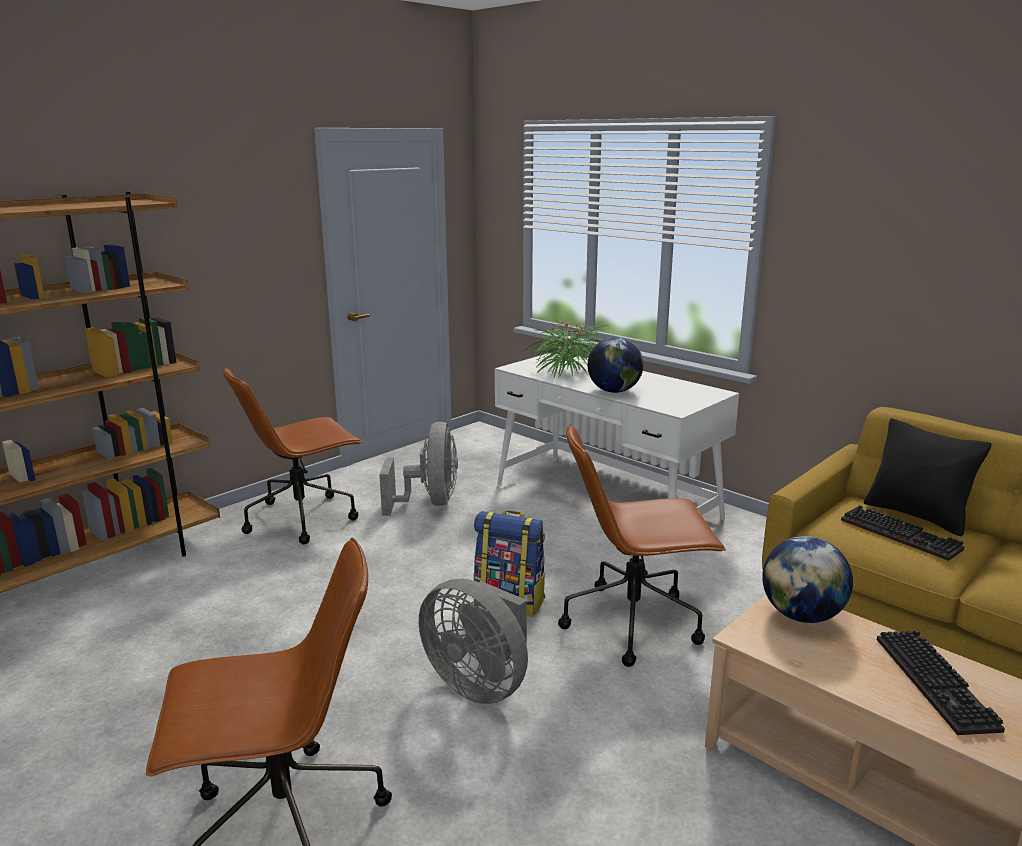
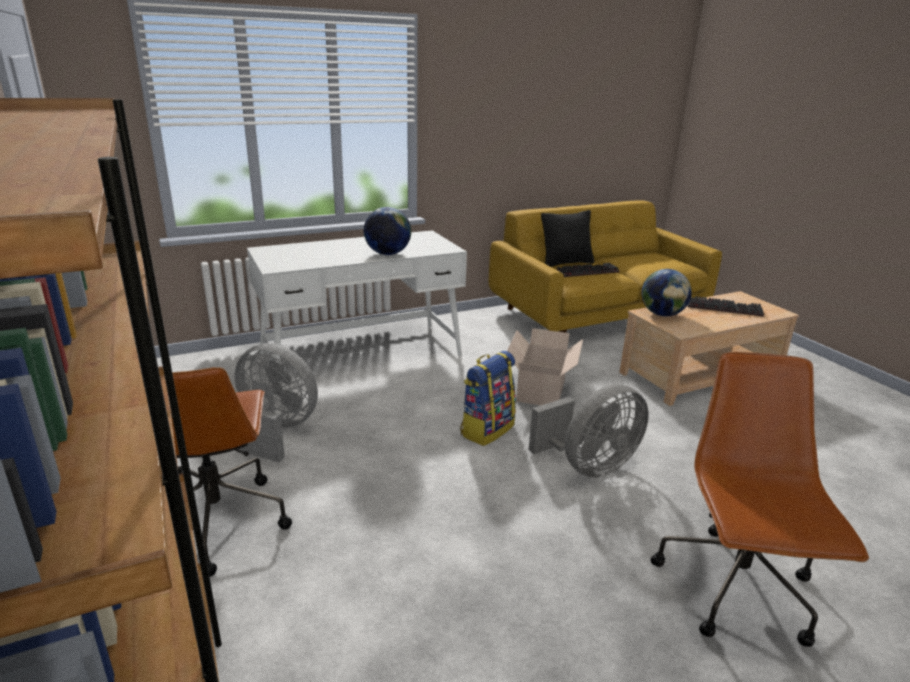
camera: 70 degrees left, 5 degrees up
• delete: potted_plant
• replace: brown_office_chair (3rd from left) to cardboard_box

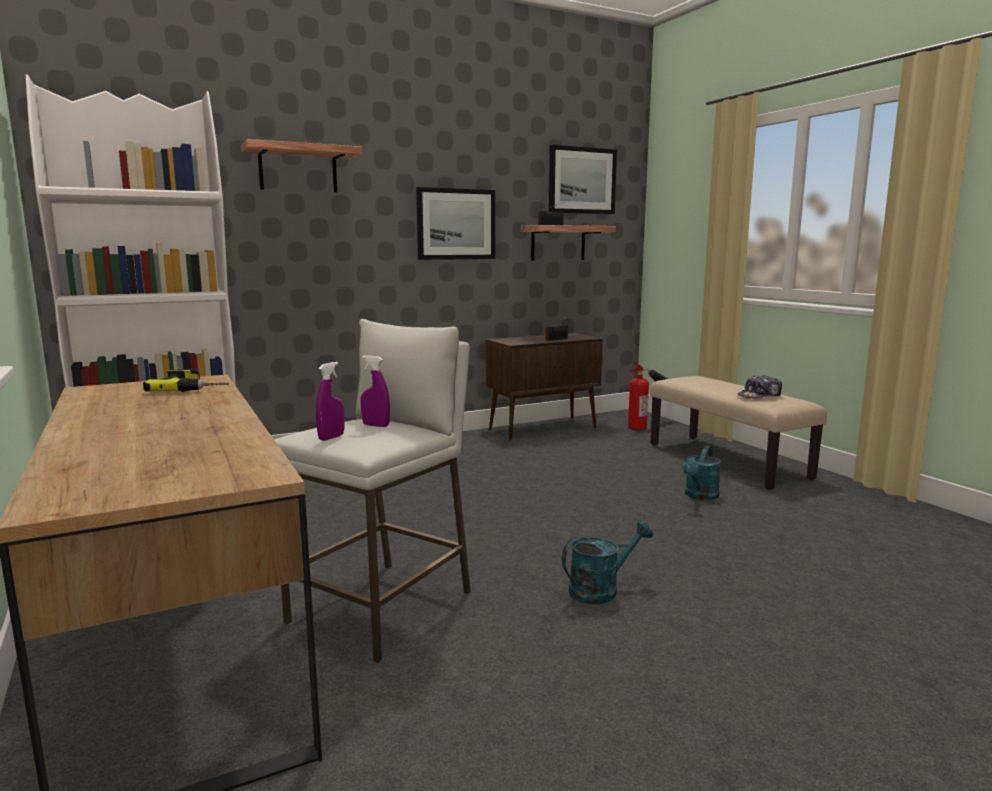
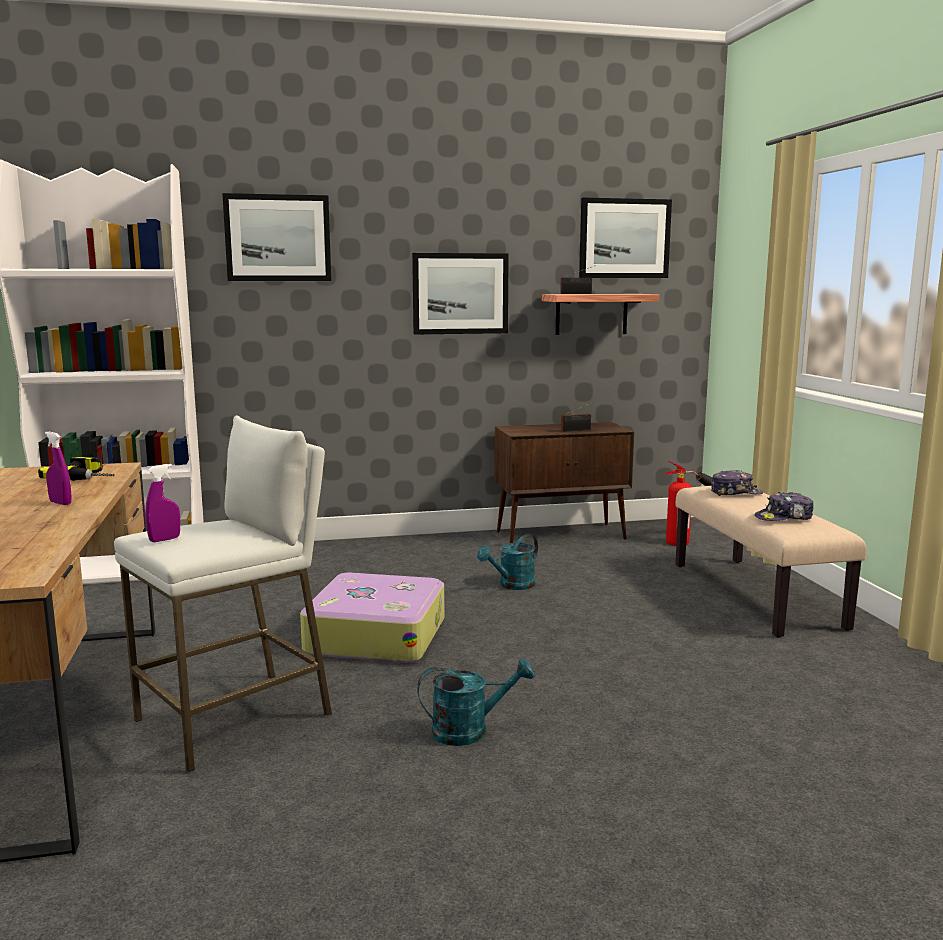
camera: 15 degrees right, 0 degrees up
• replace: shelf (1st from left) to picture (1st from left)
• move: purple_spray_bottle (2nd from left in the first image) to purple_spray_bottle (1st from left)
• move: turquoise_watering_can (2nd from left)
• insert: cap (1st from left)
• insert: suitcase

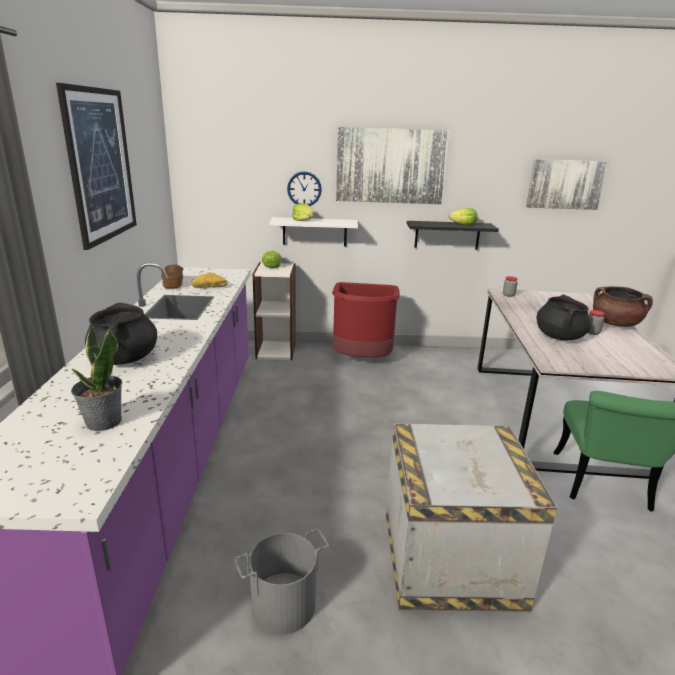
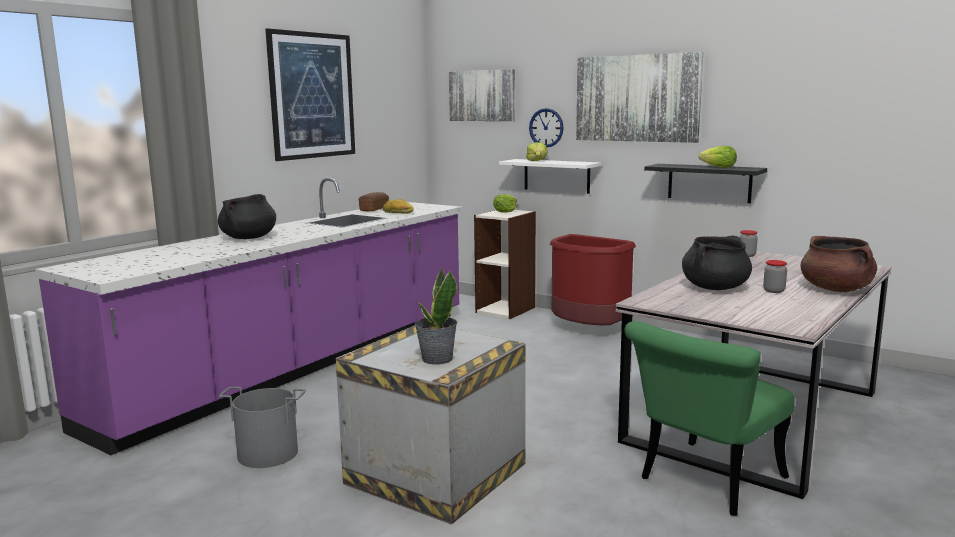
camera: 35 degrees right, 10 degrees down
• move: picture (3rd from left in the first image) to picture (2nd from left)
• move: potted_plant

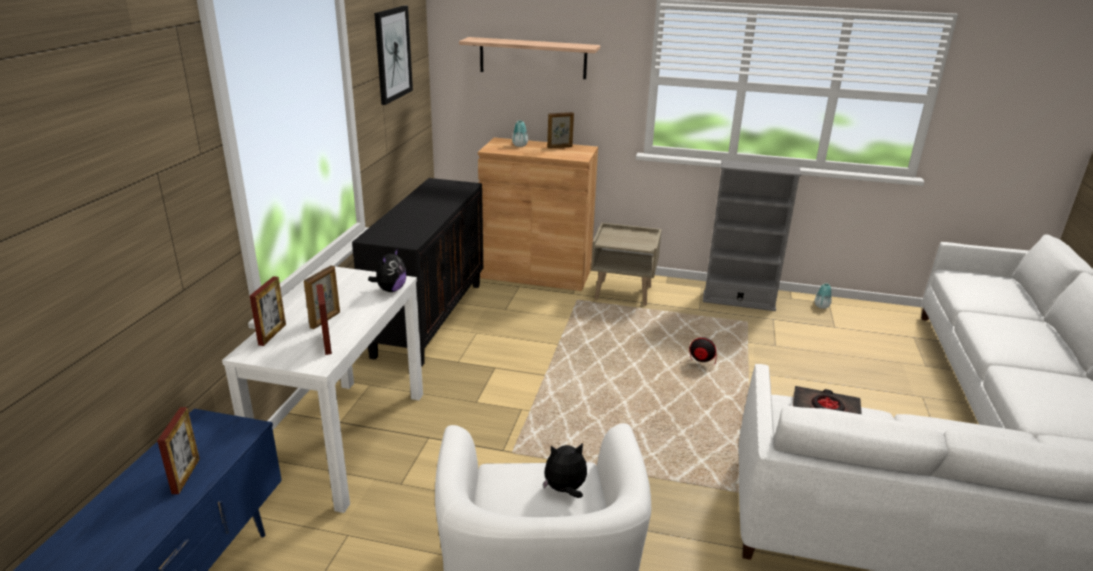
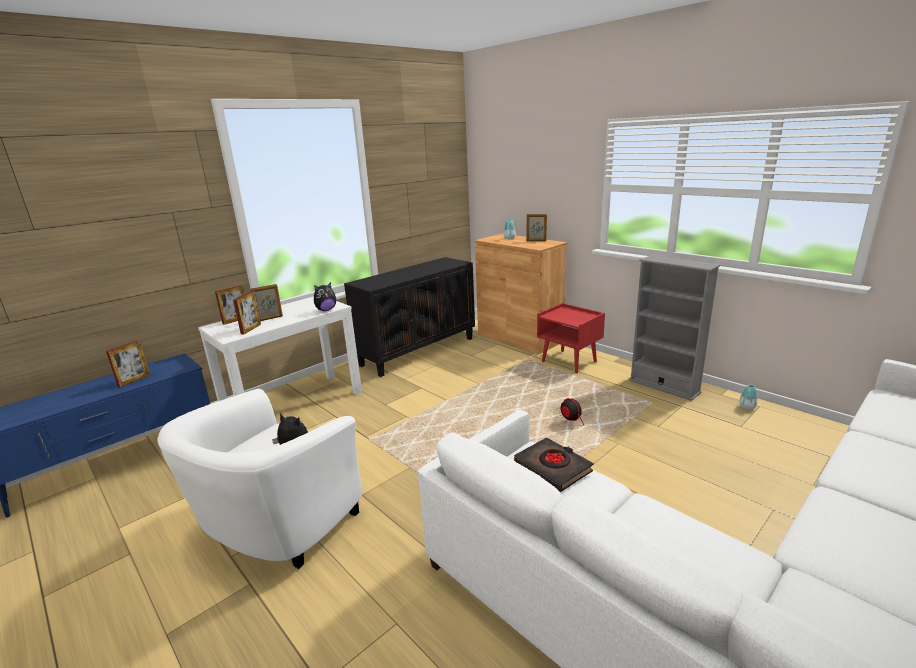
camera: 35 degrees right, 5 degrees down
• delete: picture
• delete: shelf
• recolor: beige_nightstand to red_nightstand

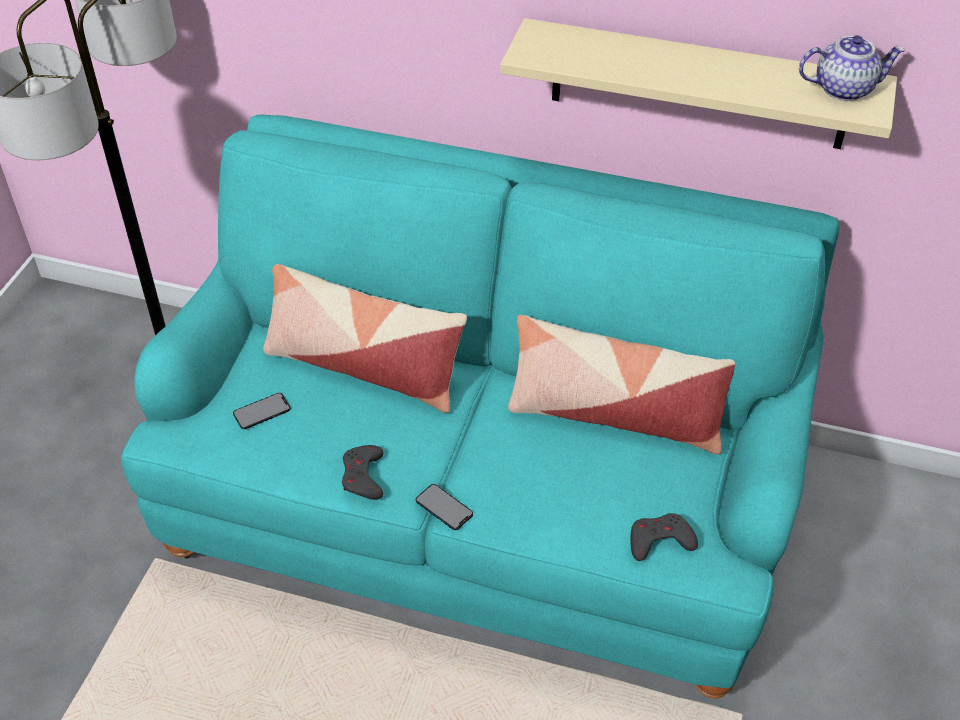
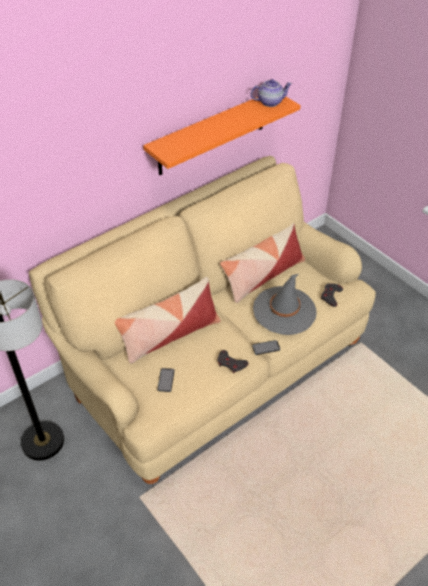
camera: 55 degrees left, 0 degrees up
• recolor: beige_shelf to orange_shelf
• rotate: teapot 45 degrees clockwise
• recolor: turquoise_sofa to beige_sofa
• insert: grey_hat

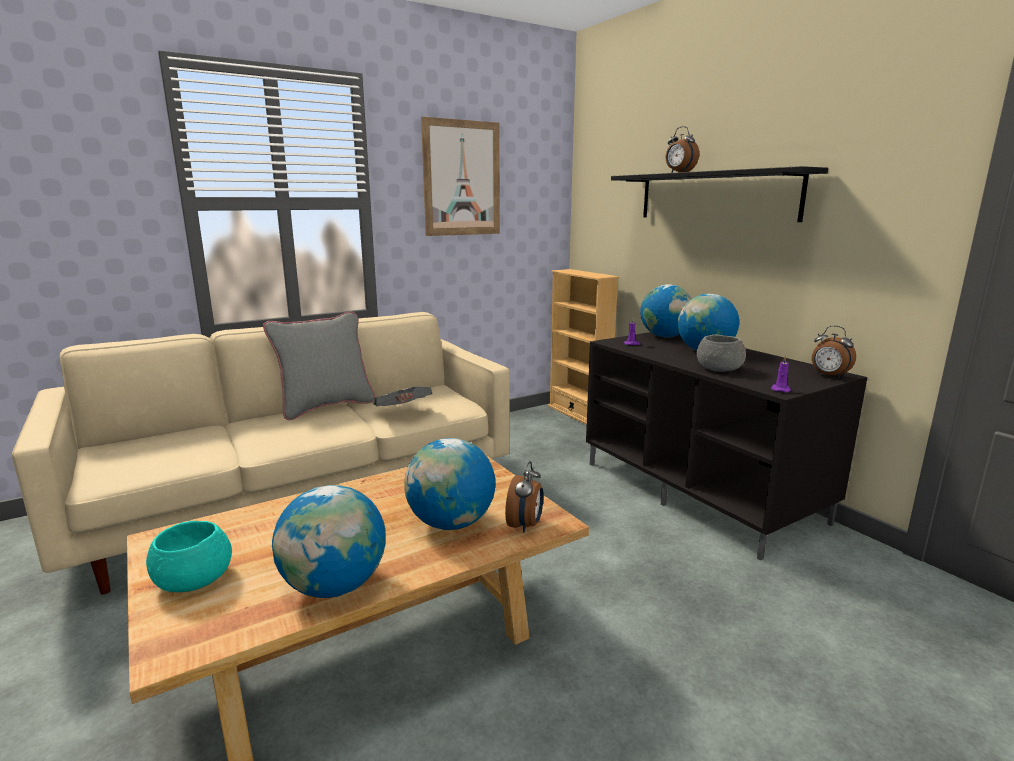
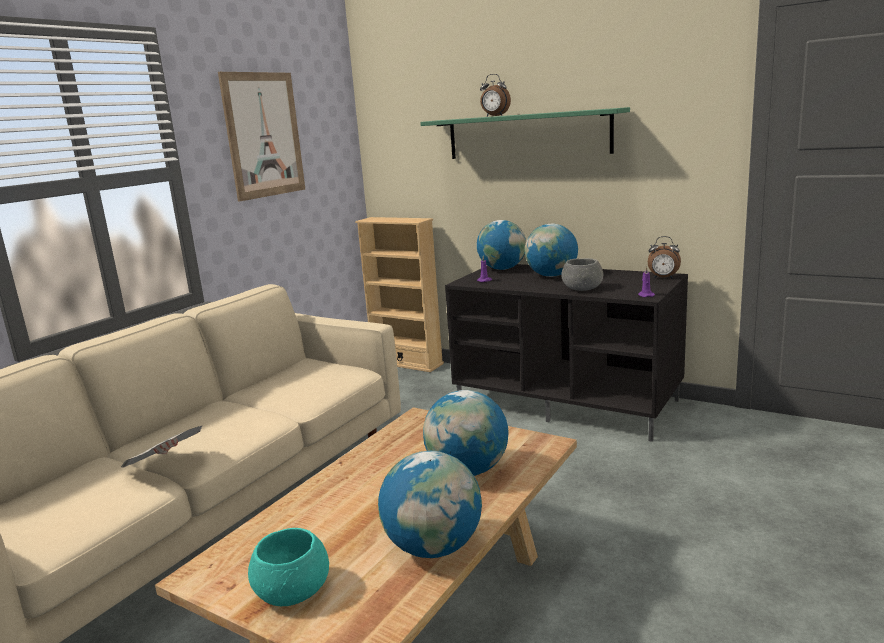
camera: 25 degrees left, 0 degrees up
• recolor: black_shelf to green_shelf
• delete: grey_pillow
• move: newspaper
• delete: alarm_clock (1st from left)

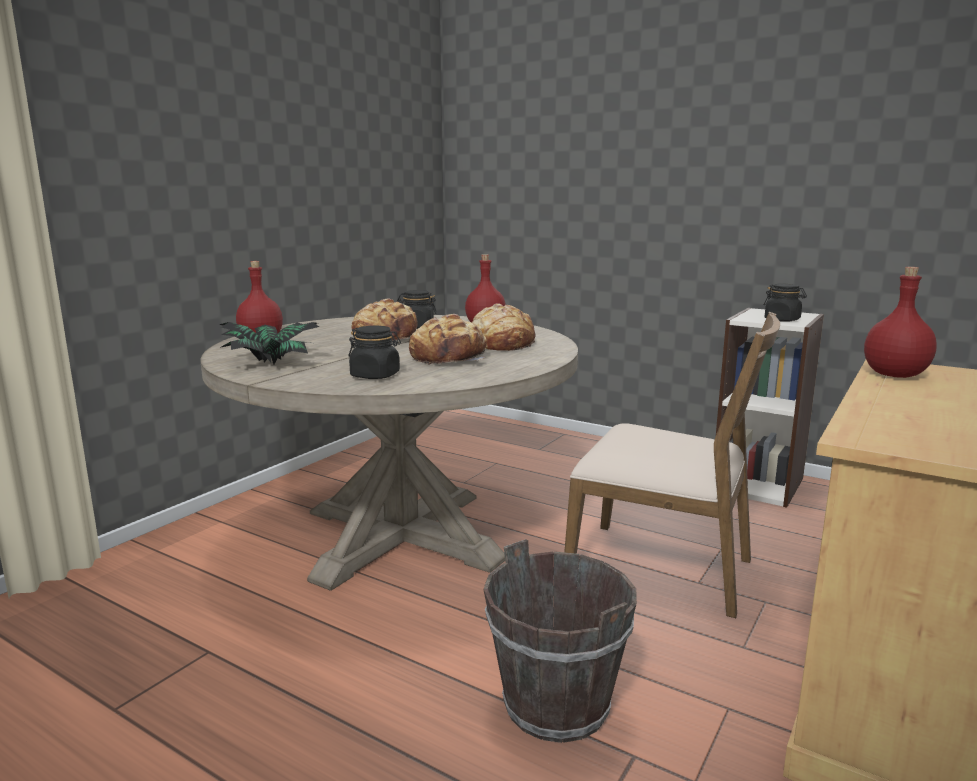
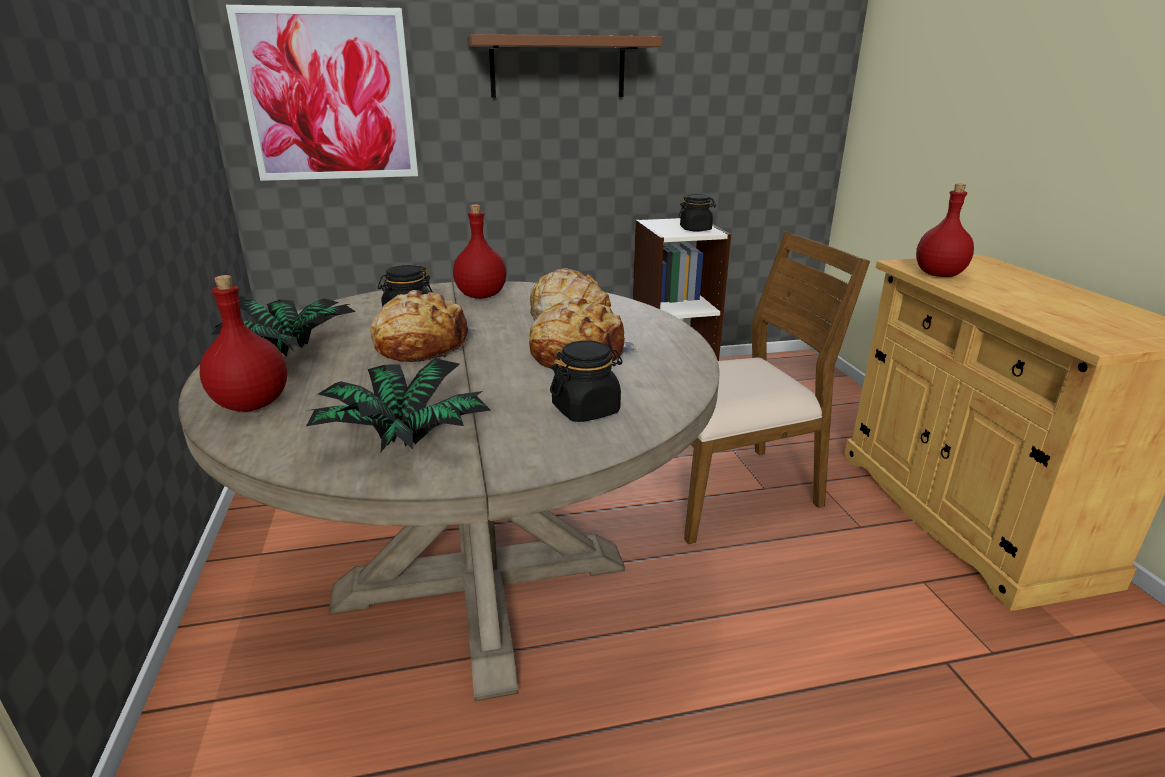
camera: 45 degrees left, 10 degrees up
• delete: brown_bucket
• insert: picture
• insert: brown_shelf
• insert: potted_plant (1st from left)

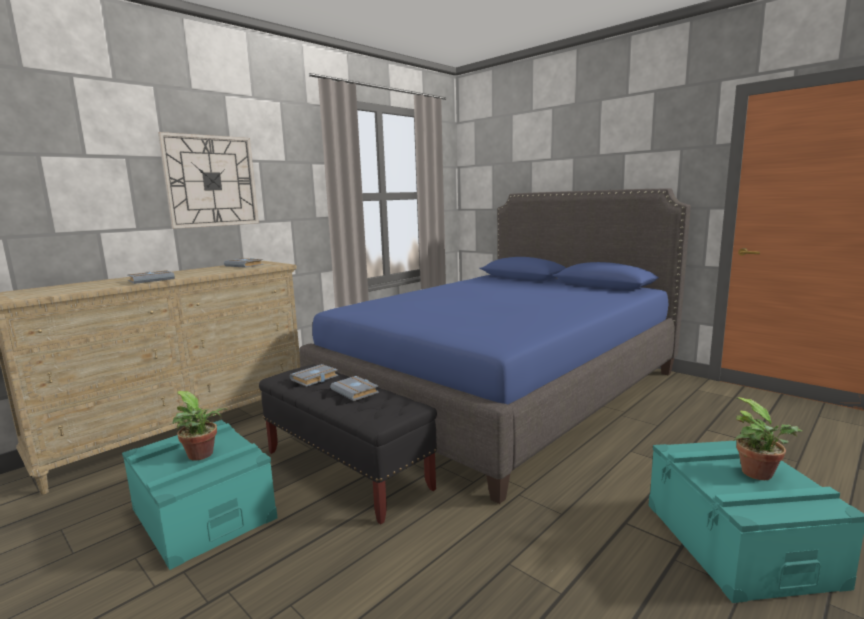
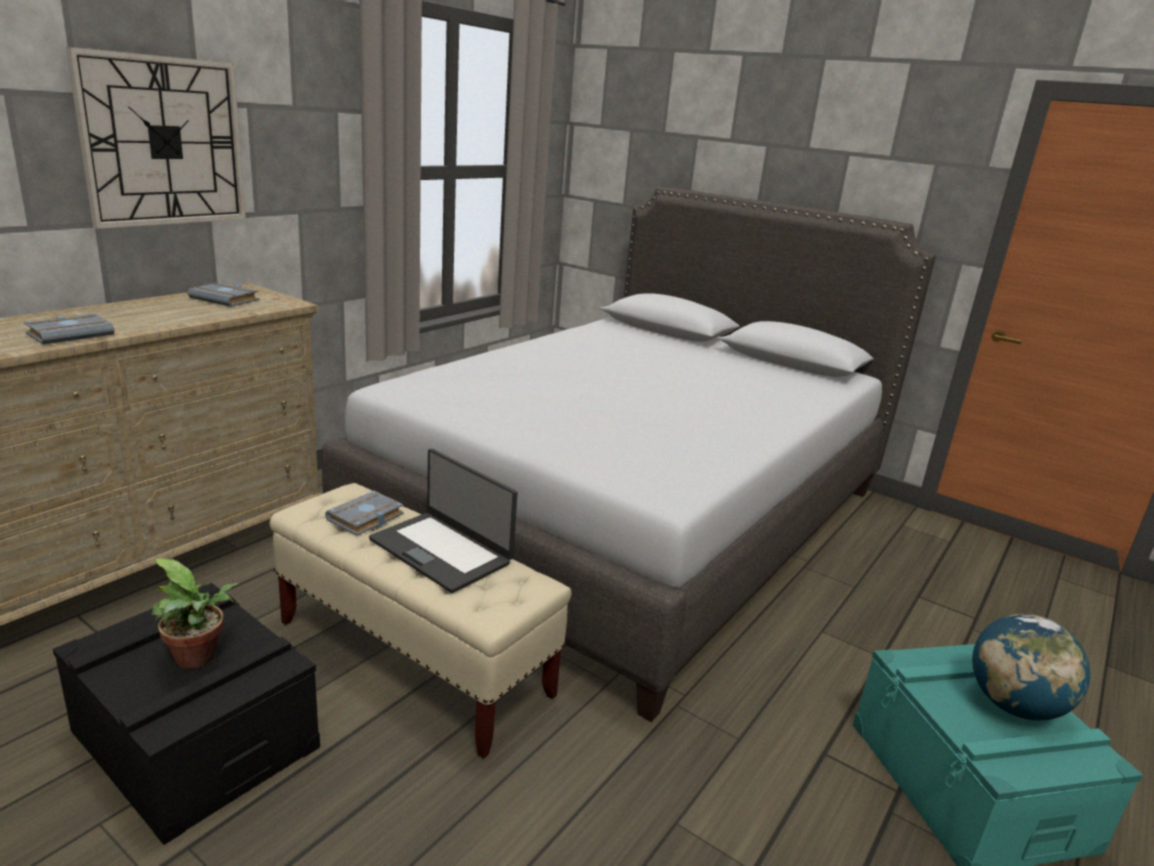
camera: 10 degrees left, 10 degrees up
• recolor: blue_bed to grey_bed
• recolor: black_bench to beige_bench
• replace: grey_book (4th from left) to laptop
• replace: potted_plant (2nd from left) to globe
• recolor: turquoise_storage_box (1st from left) to black_storage_box

